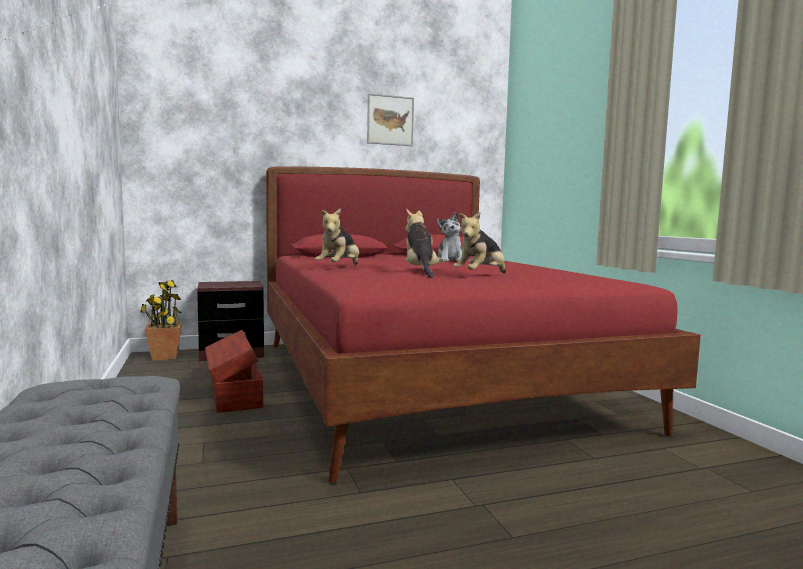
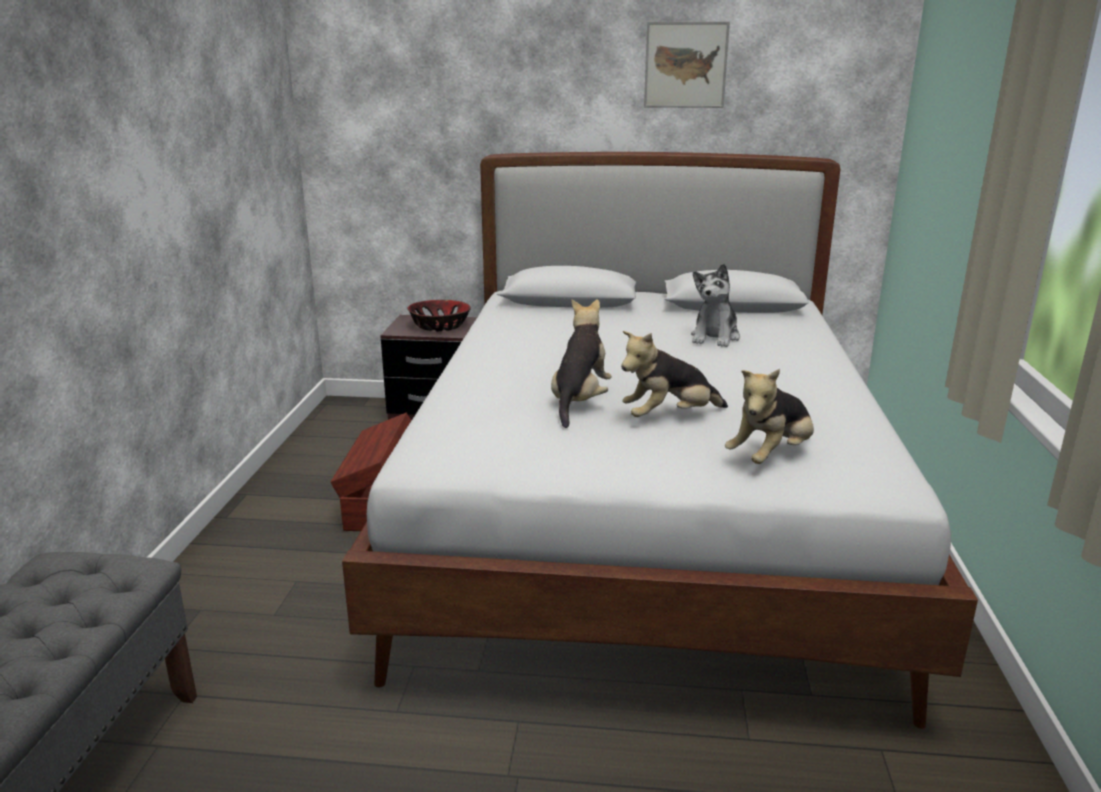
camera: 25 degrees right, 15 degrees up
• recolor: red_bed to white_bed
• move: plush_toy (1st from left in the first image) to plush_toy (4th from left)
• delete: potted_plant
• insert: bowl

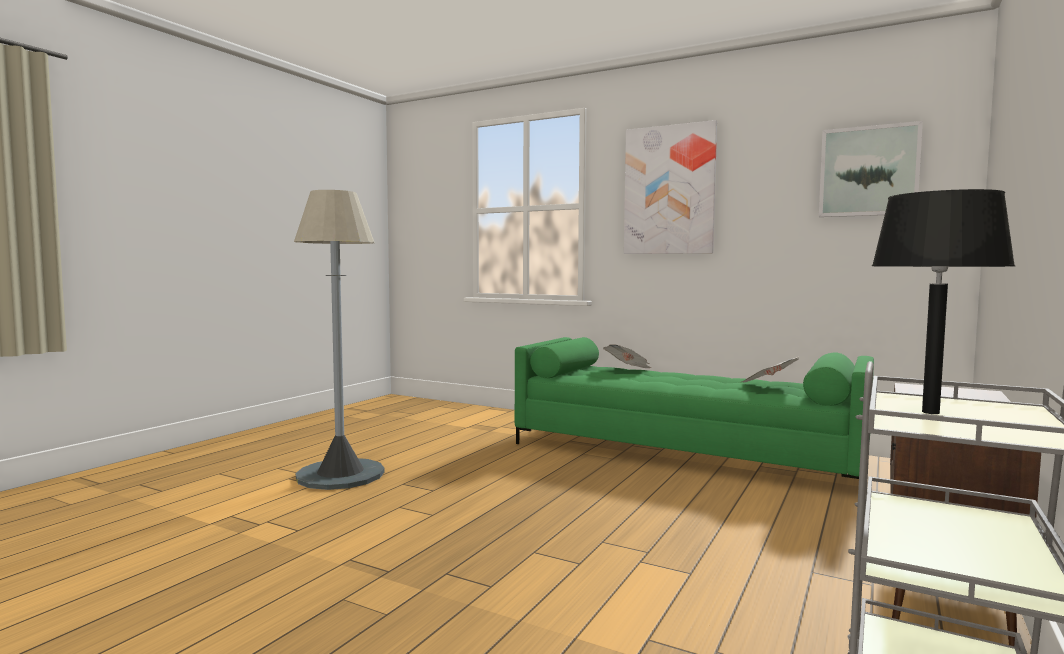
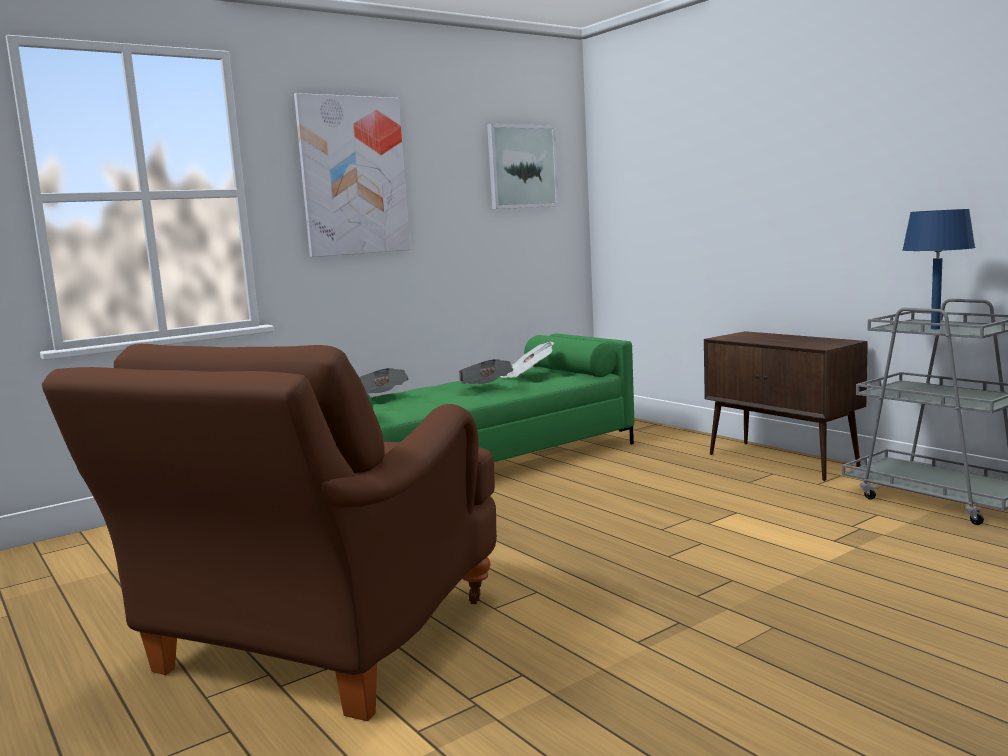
camera: 65 degrees left, 5 degrees up
• recolor: black_table_lamp to blue_table_lamp
• replace: grey_floor_lamp to brown_armchair
• insert: newspaper (2nd from left)

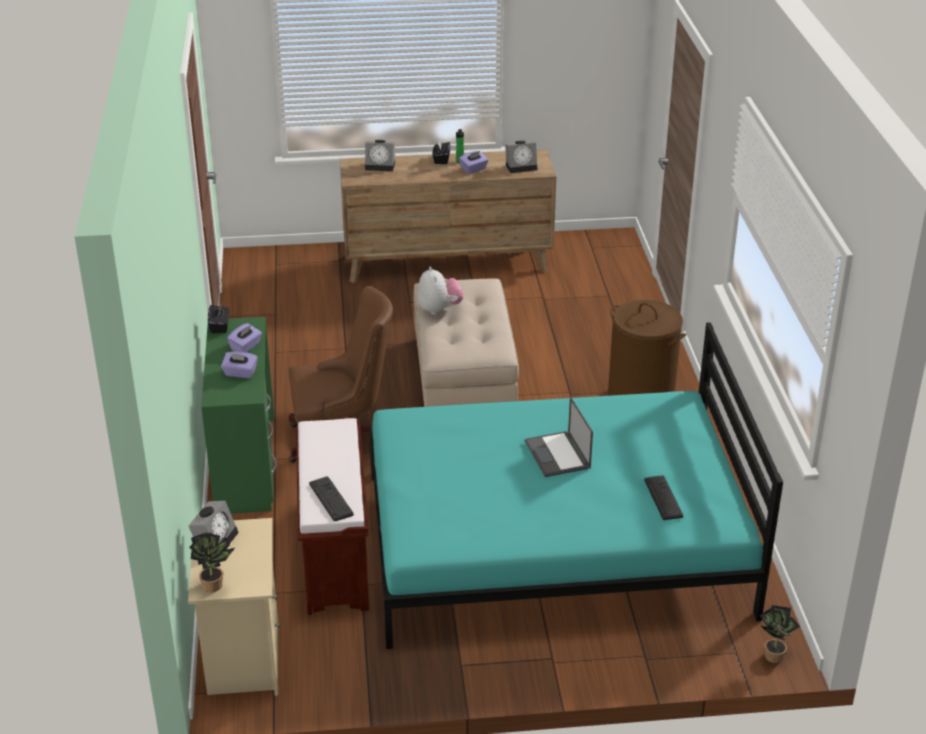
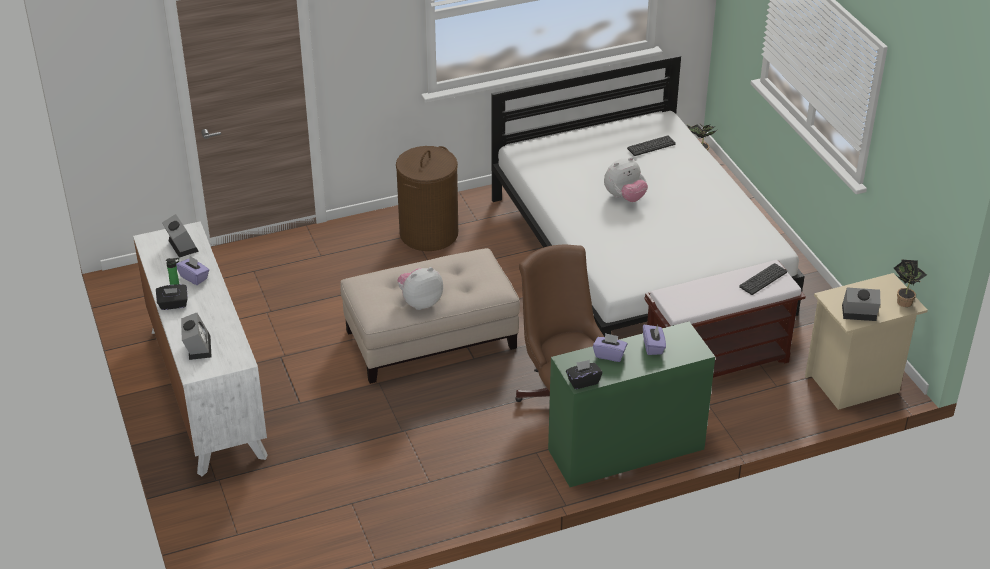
camera: 105 degrees left, 5 degrees up
• recolor: brown_dresser to white_dresser
• recolor: turquoise_bed to white_bed
• replace: laptop to plush_toy (2nd from left)

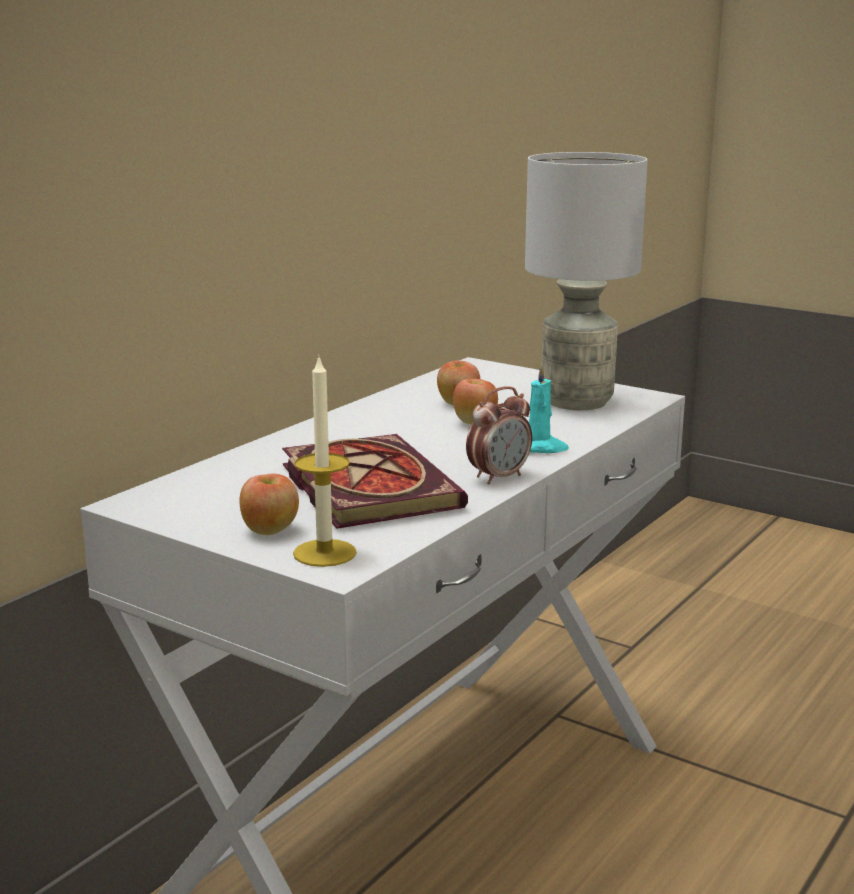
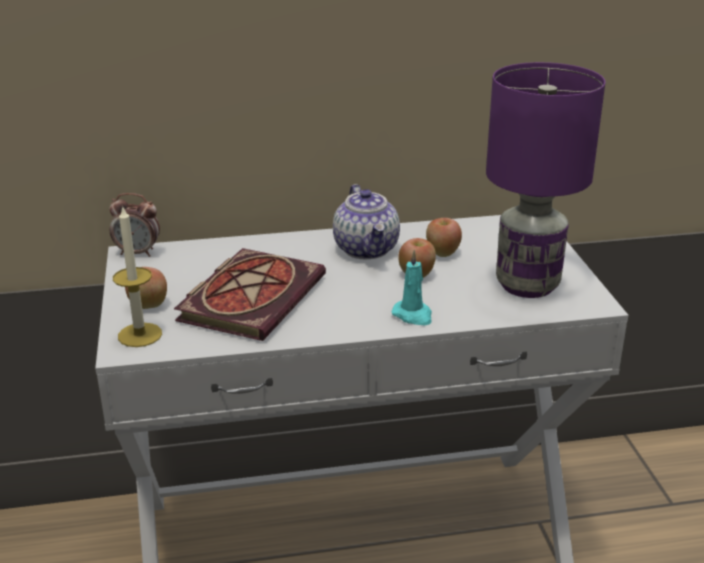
camera: 45 degrees right, 10 degrees up
• recolor: grey_table_lamp to purple_table_lamp
• move: alarm_clock
• insert: teapot

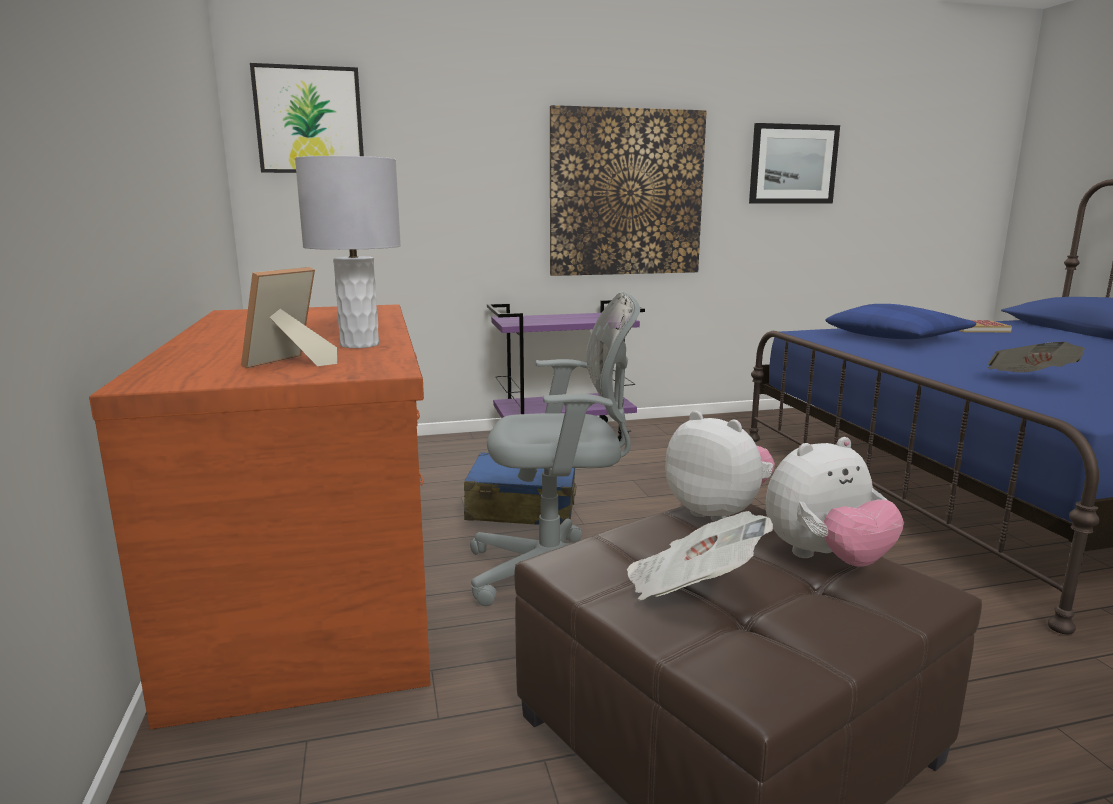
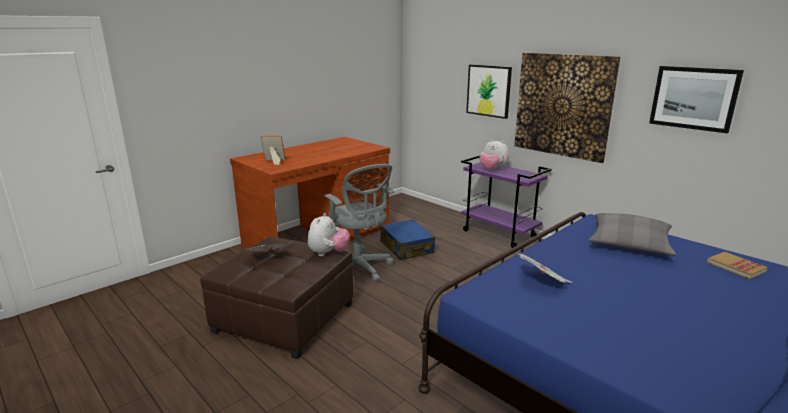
camera: 60 degrees right, 5 degrees up
• move: picture (1st from left)
• delete: grey_table_lamp
• recolor: blue_pillow to grey_pillow
• move: plush_toy (2nd from left)

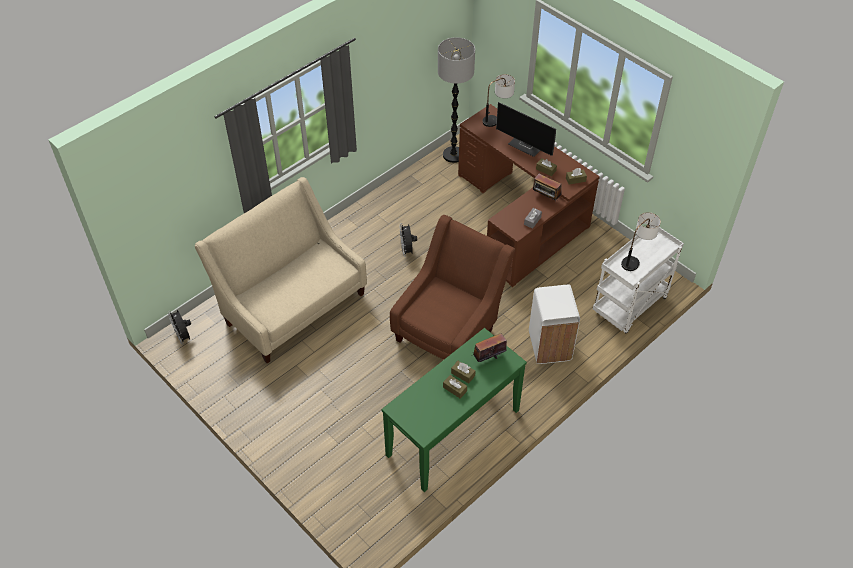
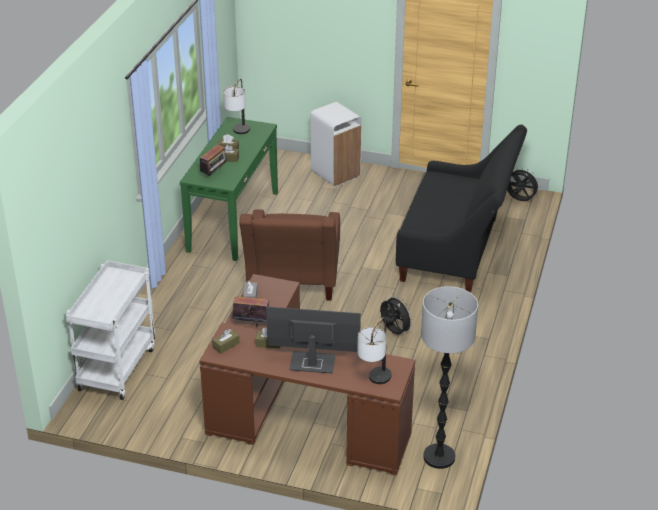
camera: 150 degrees right, 15 degrees down
• recolor: beige_sofa to black_sofa
• move: table_lamp (2nd from left in the first image) to table_lamp (1st from left)
• move: white_trash_can

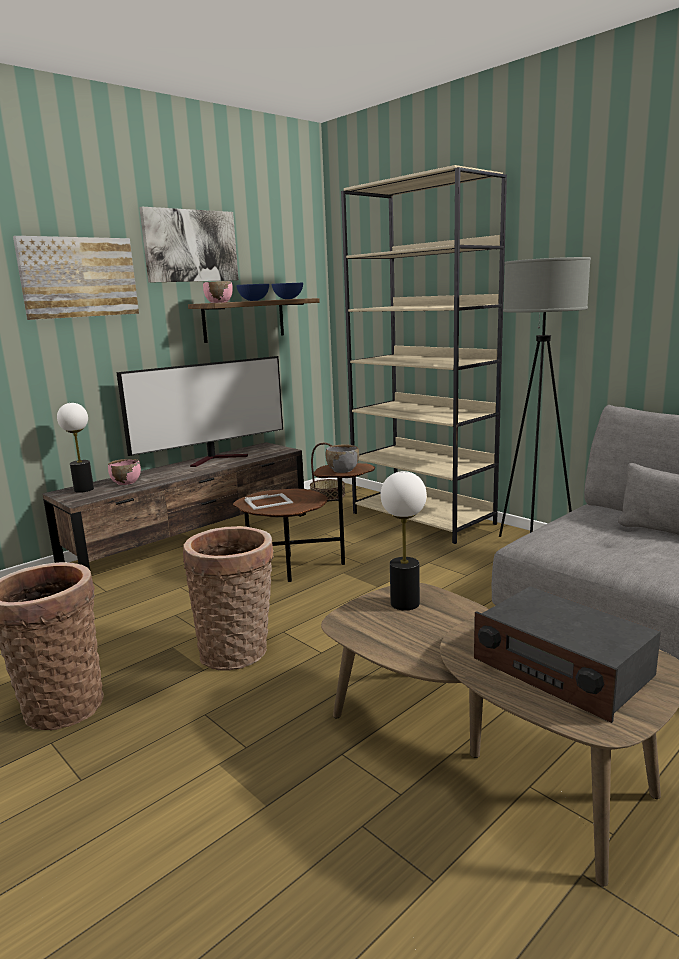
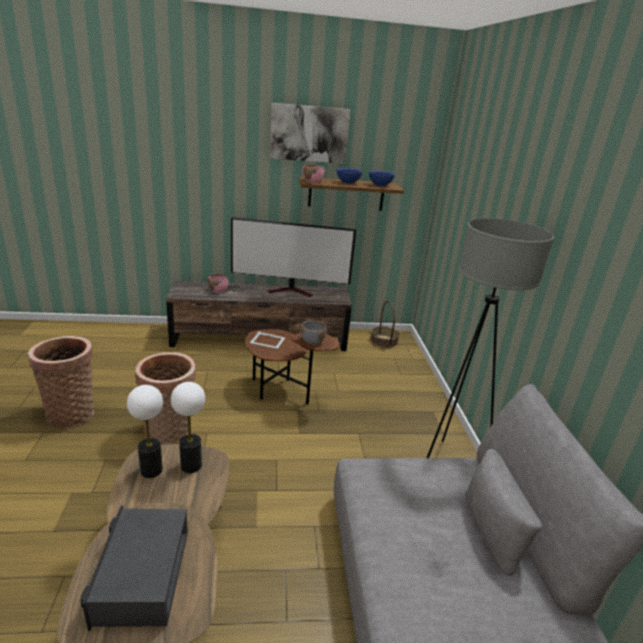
camera: 35 degrees right, 10 degrees up
• delete: beige_bookcase
• delete: picture (1st from left)
• move: table_lamp (1st from left)

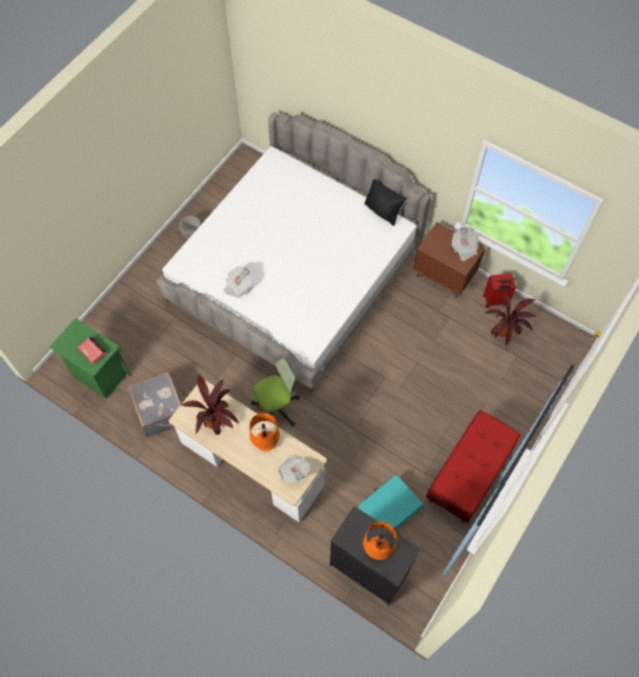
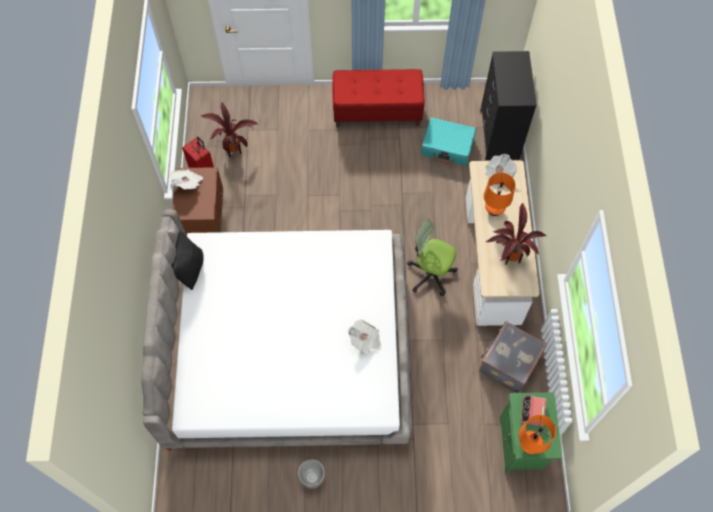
camera: 125 degrees left, 0 degrees up
• move: orange_table_lamp (2nd from left)

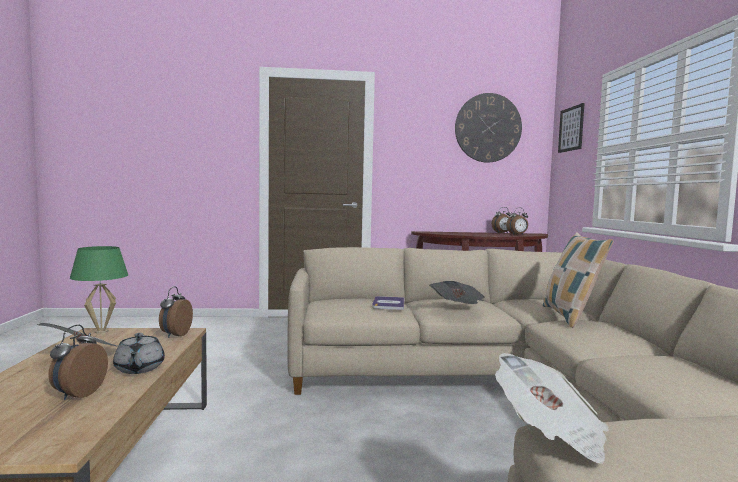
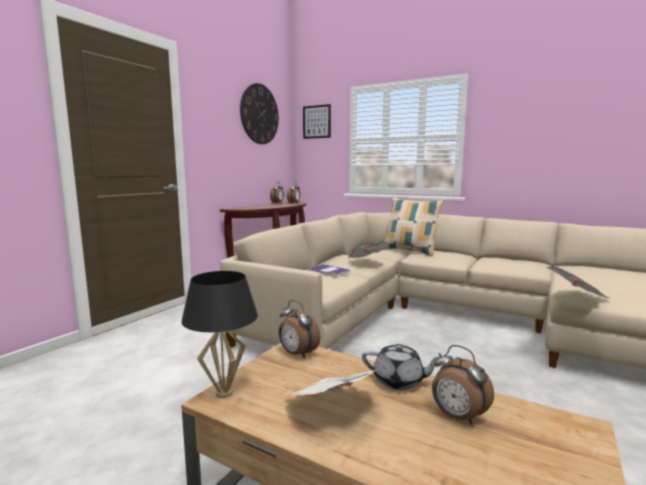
camera: 55 degrees left, 5 degrees up
• recolor: green_table_lamp to black_table_lamp

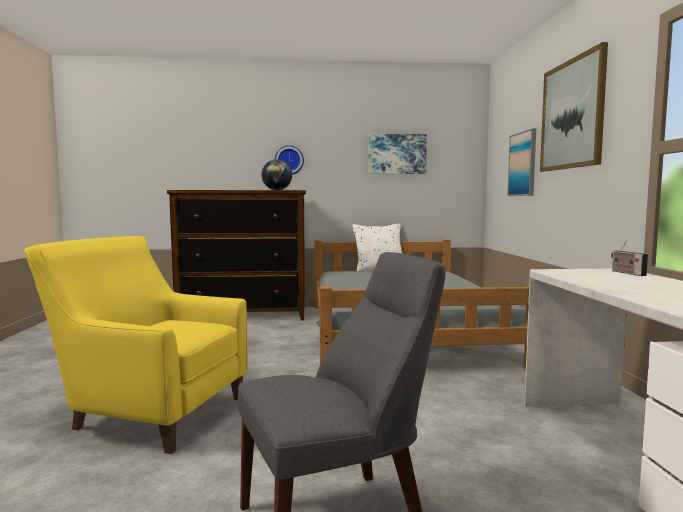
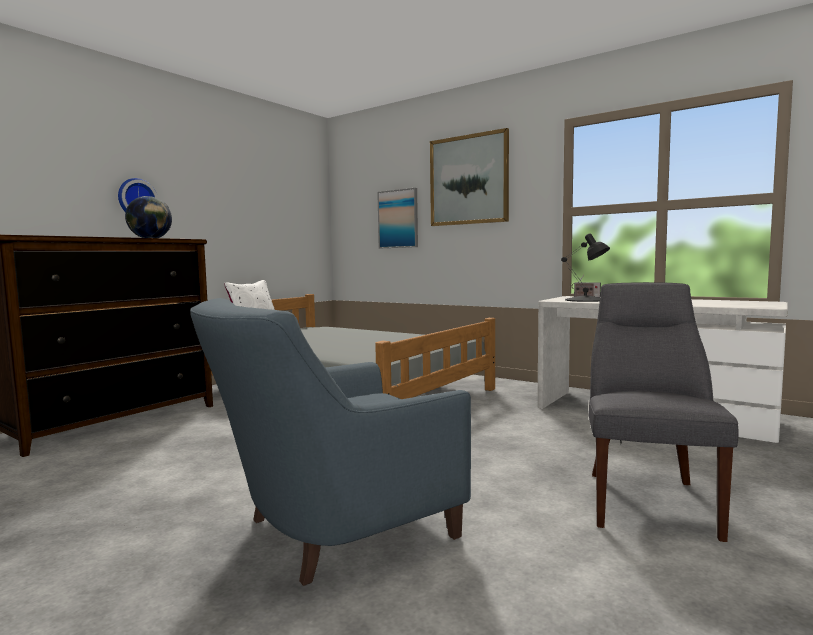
camera: 50 degrees left, 0 degrees up
• delete: picture (1st from left)
• recolor: yellow_armchair to blue_armchair
• insert: black_table_lamp

